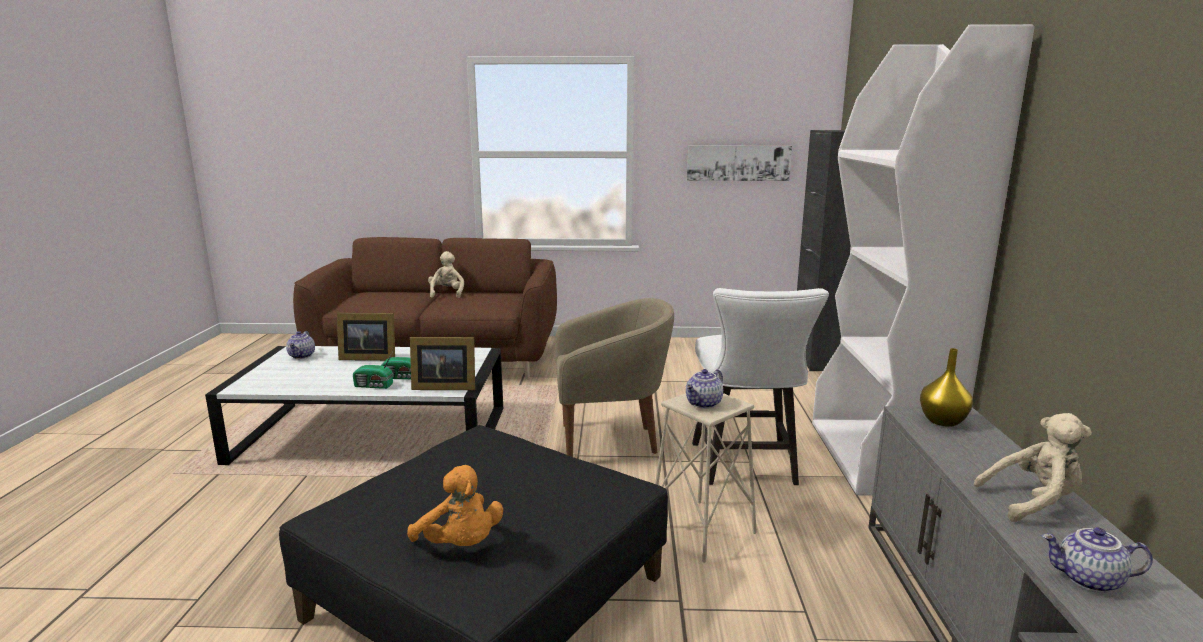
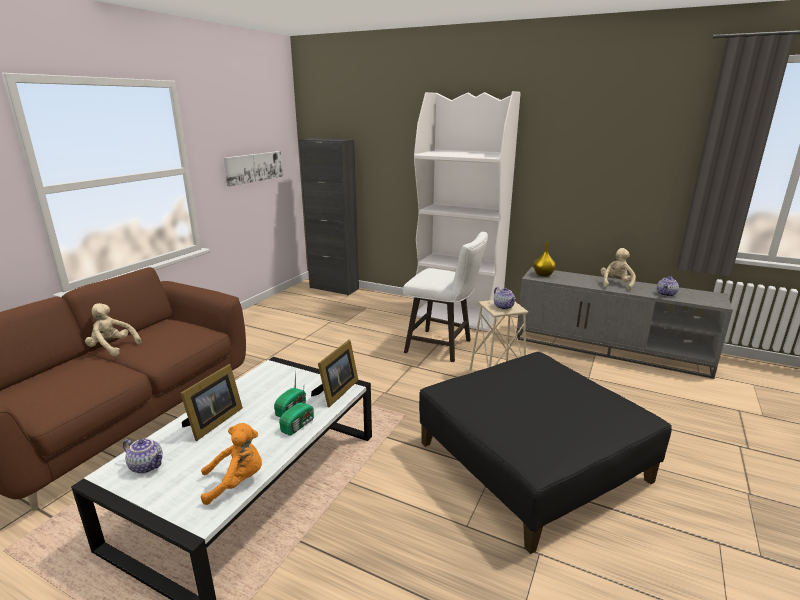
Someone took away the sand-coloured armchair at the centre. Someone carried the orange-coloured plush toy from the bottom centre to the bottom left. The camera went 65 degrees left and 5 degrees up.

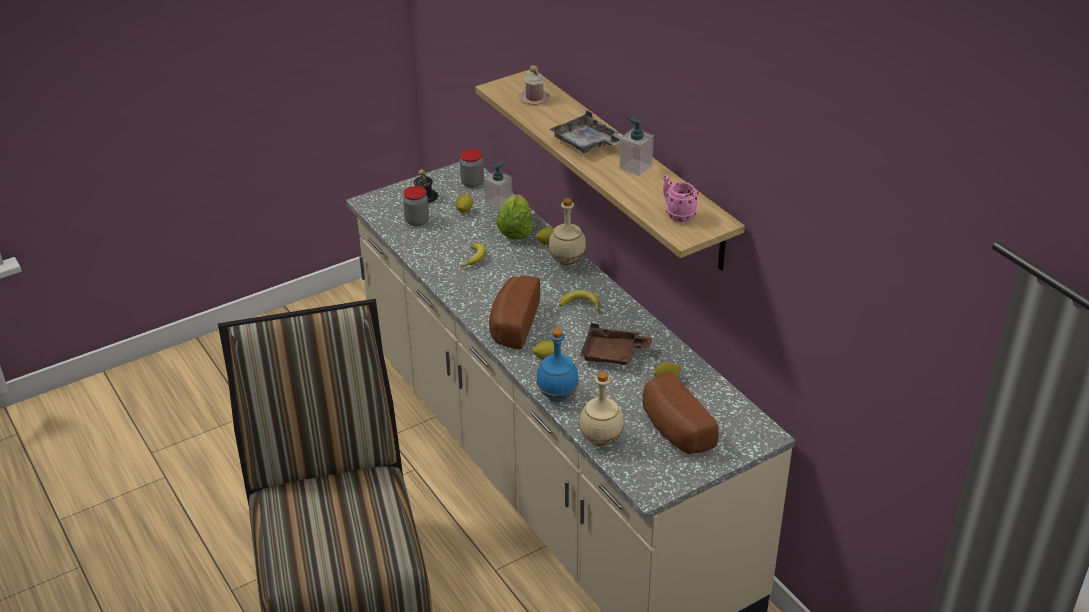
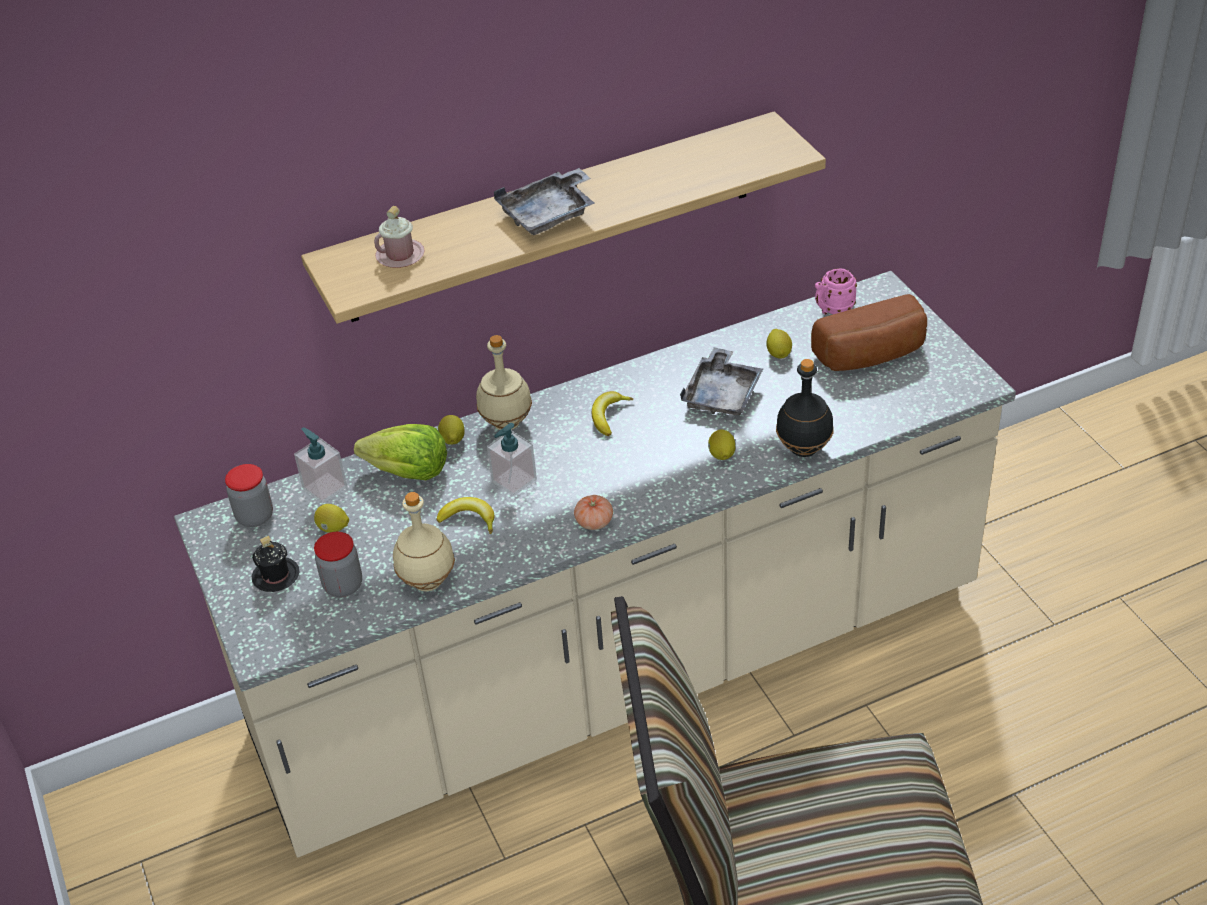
Someone took away the bread (no. 1 from left) at the centre. Someone put down the fresh tomato at the centre. Someone carried the sand-coloured beverage bottle (no. 2 from left in the first image) from the bottom centre to the centre. Someone carried the liquid soap bottle (no. 2 from left) from the top centre to the centre. Someone carried the pinkish coffee mug (no. 2 from left) from the top centre to the top right. Someone repainted the bluish beverage bottle at the centre, which became the black-coloured beverage bottle at the centre. Someone repainted the brown carrying tray at the centre, which became the greyish carrying tray (no. 2 from left) at the centre. The camera went 80 degrees left and 5 degrees up.

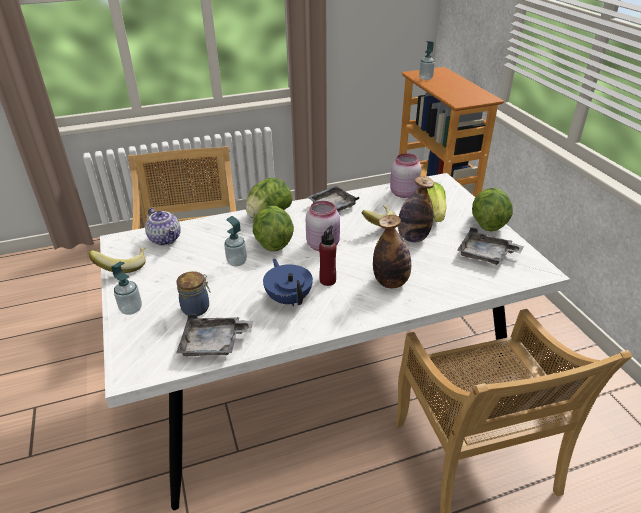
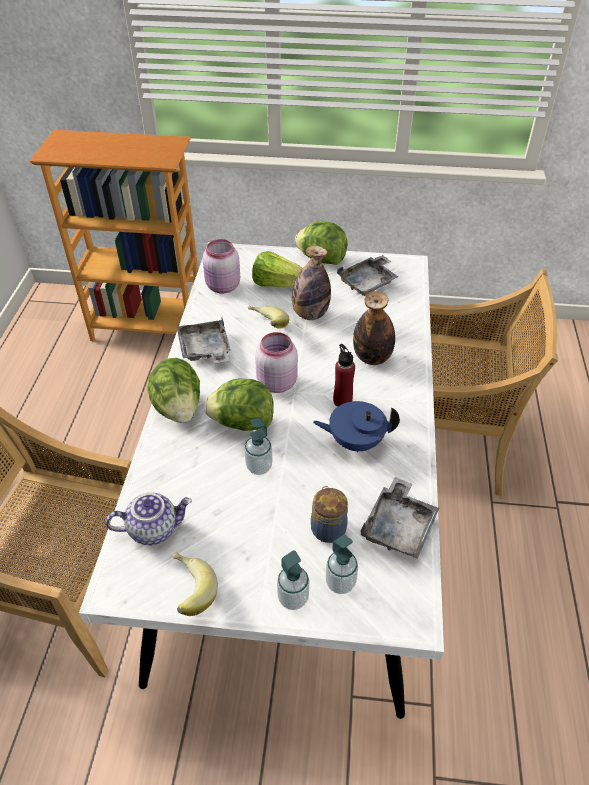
Someone carried the liquid soap bottle (no. 3 from left) from the top centre to the bottom centre. The camera went 65 degrees left and 10 degrees up.

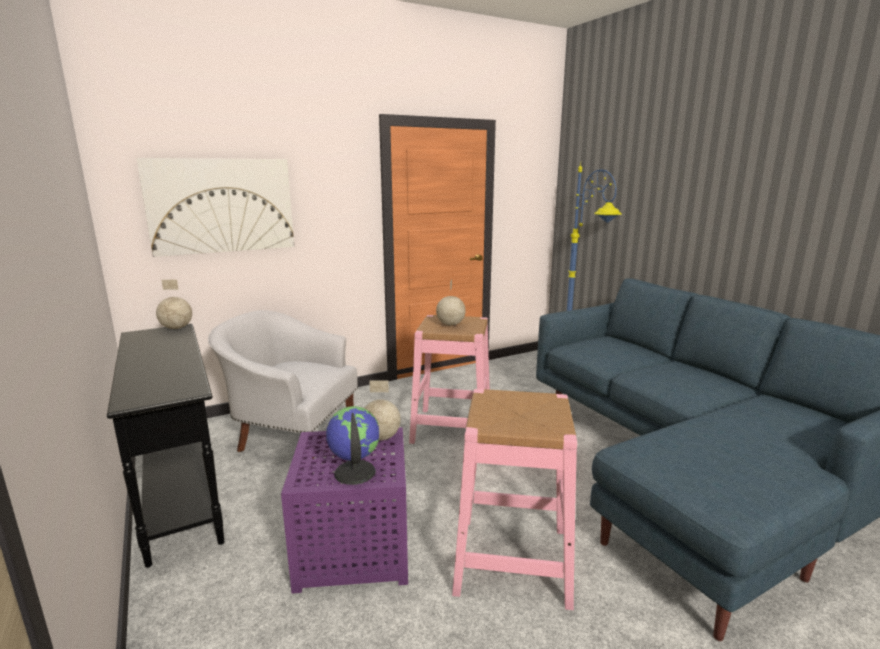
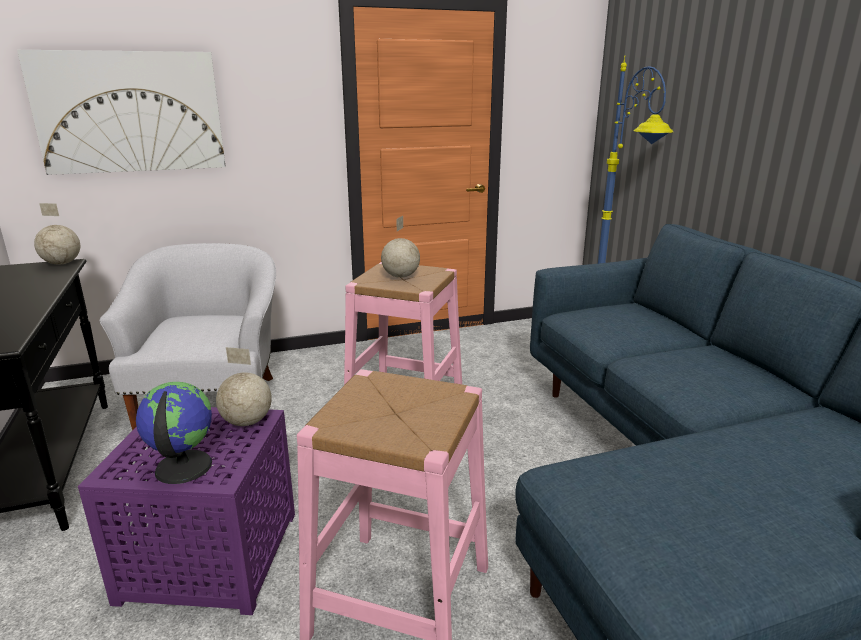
Someone rotated the whitish armchair at the middle left by 60 degrees clockwise. The camera went 10 degrees right and 5 degrees up.

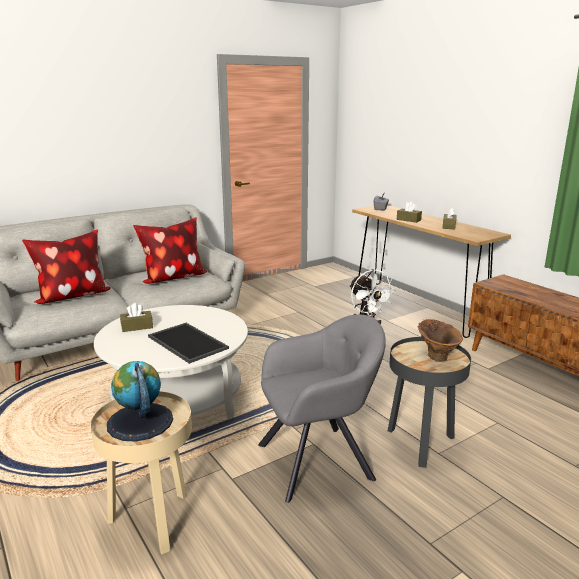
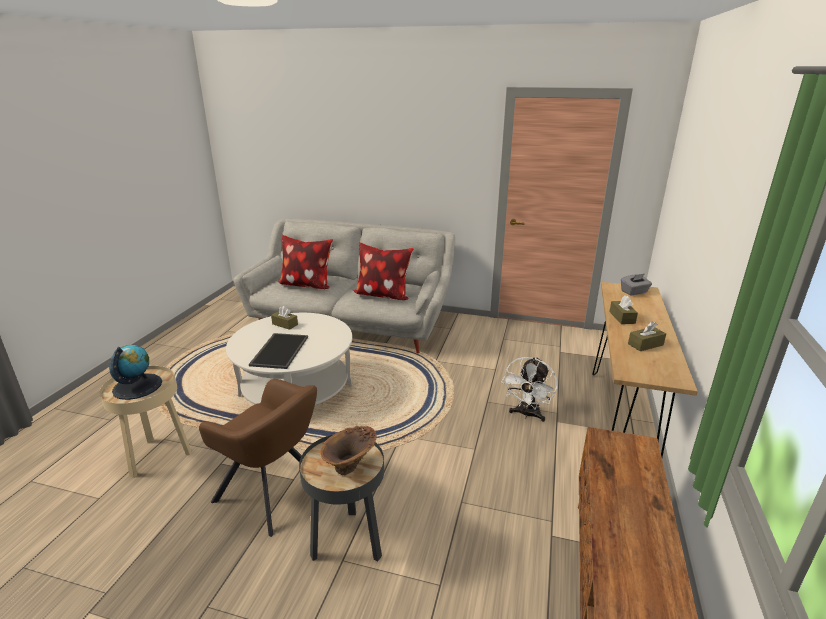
Someone repainted the greyish armchair at the bottom centre, which became the brown armchair at the bottom left. The camera went 50 degrees right and 5 degrees up.

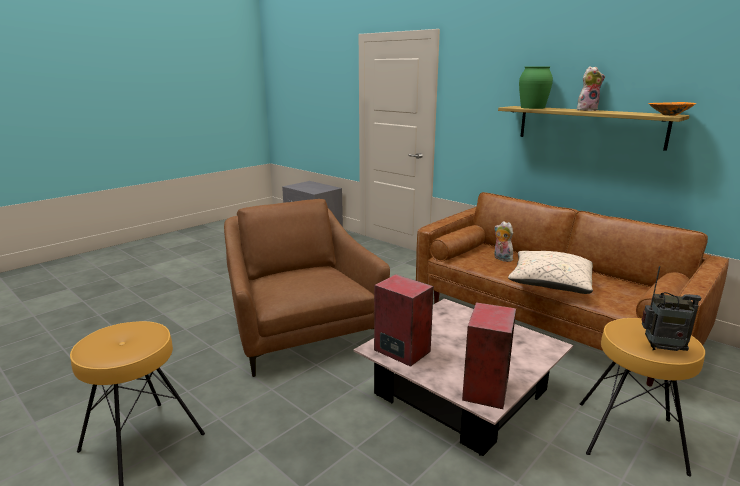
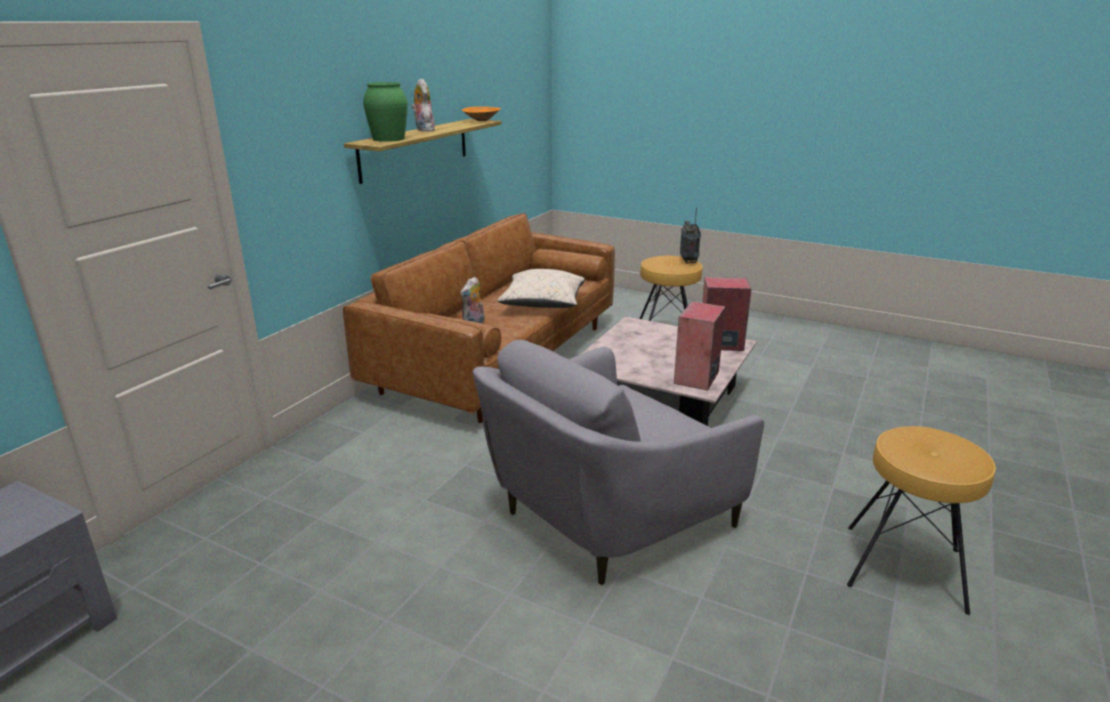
Someone repainted the brown armchair at the centre, which became the greyish armchair at the centre. The camera went 105 degrees left and 5 degrees up.

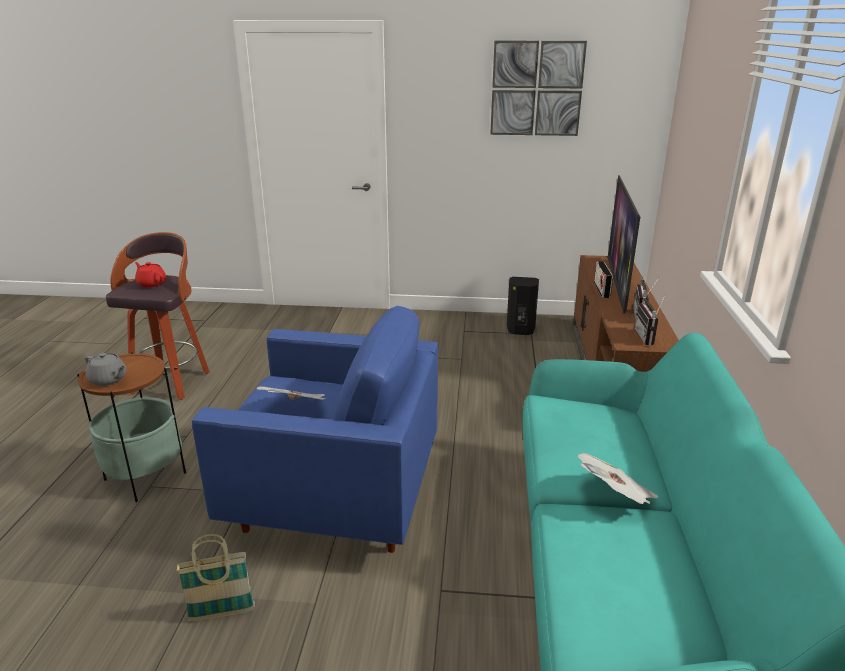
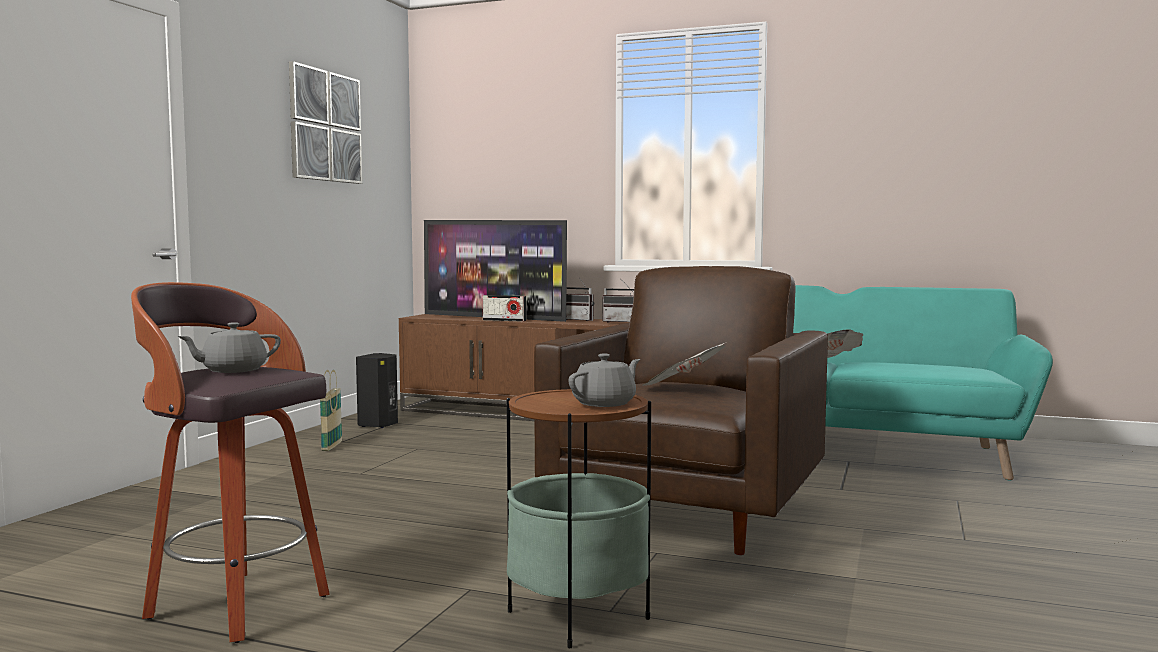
Someone carried the household basket from the bottom left to the middle left. Someone repainted the red-coloured tea pot at the middle left, which became the greyish tea pot (no. 1 from left) at the middle left. Someone repainted the bluish armchair at the centre, which became the brown armchair at the centre. The camera went 75 degrees left and 20 degrees down.

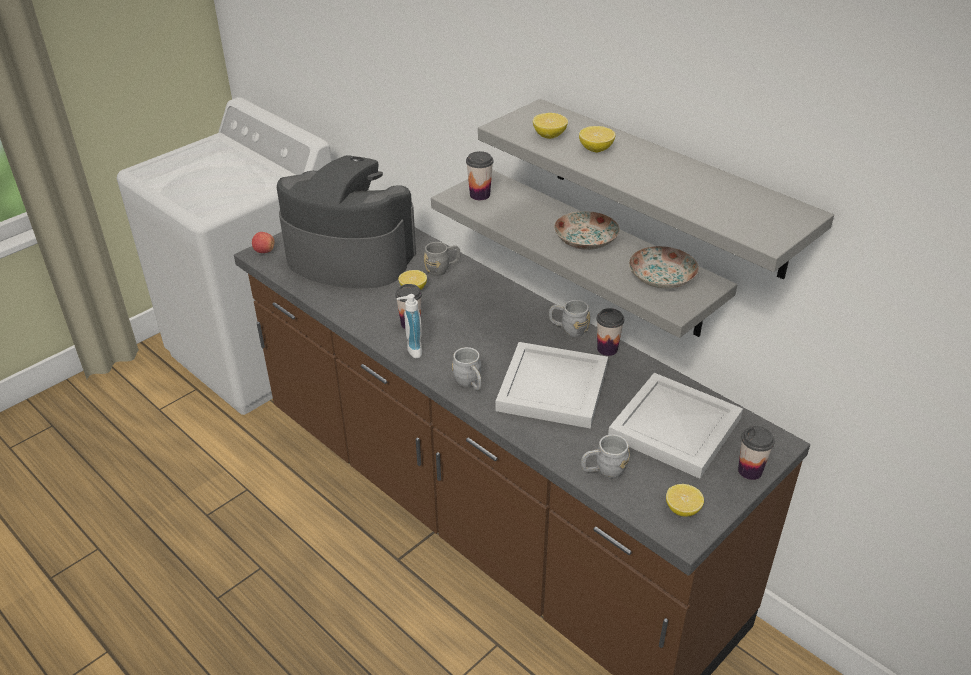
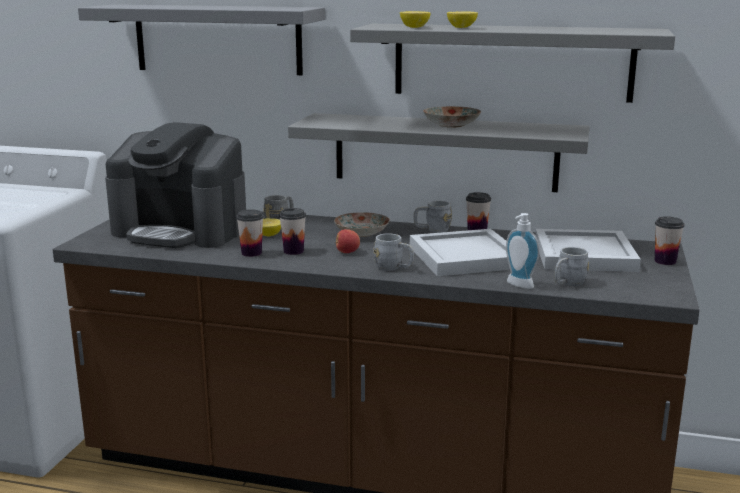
Someone took away the lemon (no. 4 from left) at the bottom right. Someone put up the greyish bracket shelf (no. 1 from left) at the top left. Someone carried the apple from the middle left to the centre. Someone carried the liquid soap bottle from the centre to the middle right. Someone carried the drinking cup (no. 2 from left in the first image) from the top centre to the centre. Someone carried the dinner plate (no. 2 from left in the first image) from the middle right to the centre. Someone rotated the coffee maker at the top centre by 150 degrees counterclockwise. The camera went 30 degrees left and 20 degrees down.

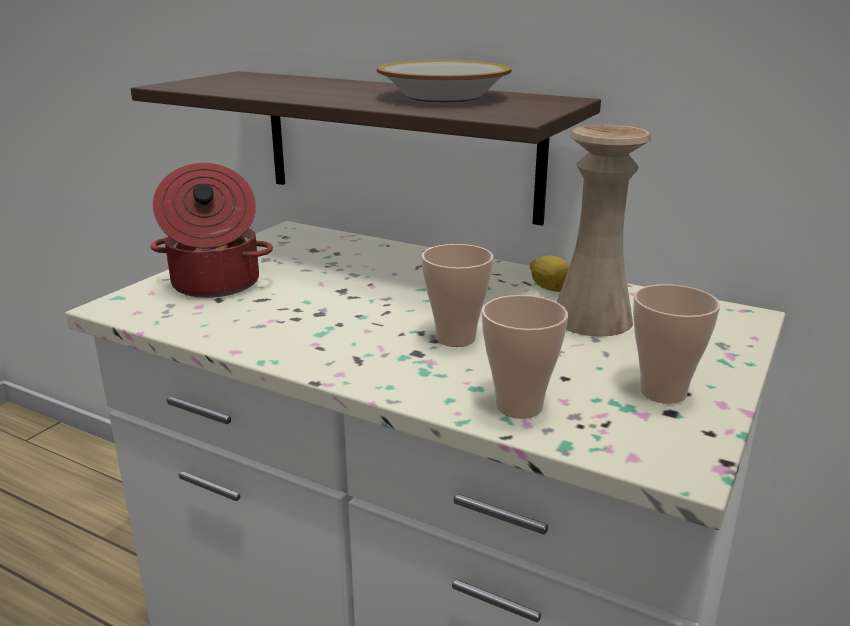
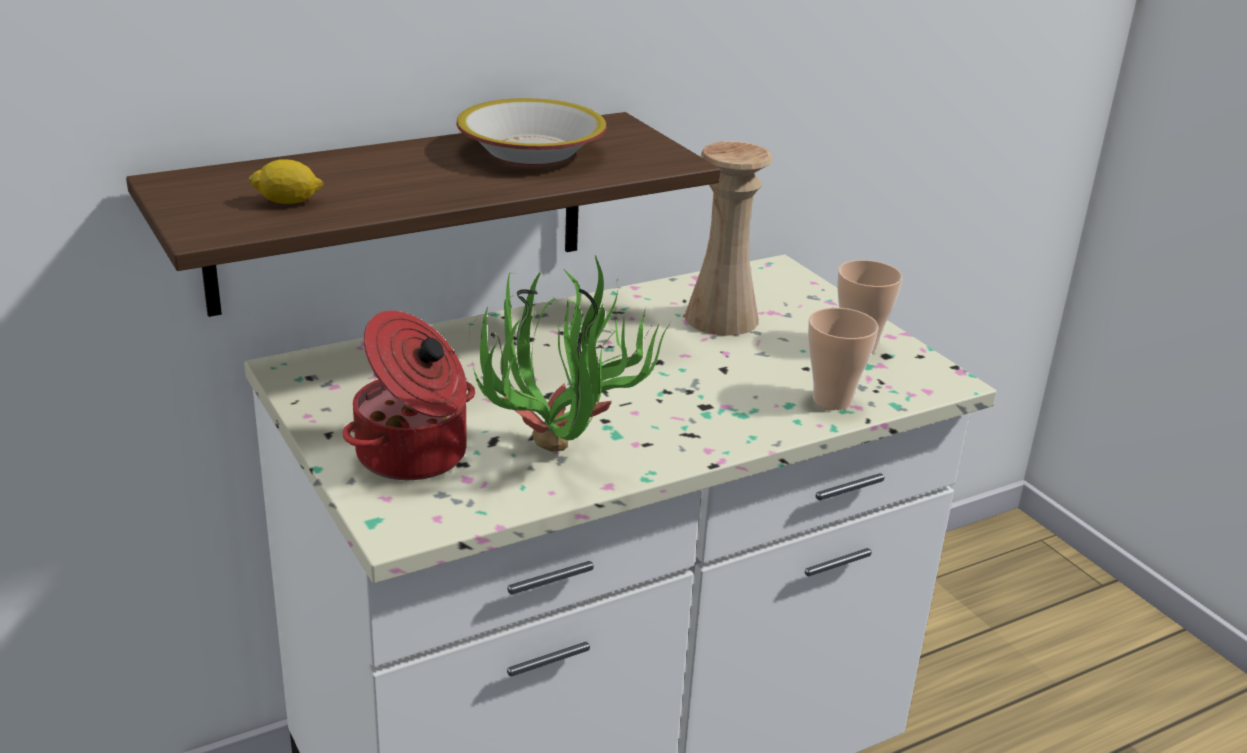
Someone took away the drinking cup (no. 1 from left) at the centre. Someone put down the plant in a pot at the centre. Someone carried the lemon from the centre to the top left. The camera went 60 degrees left and 5 degrees up.

